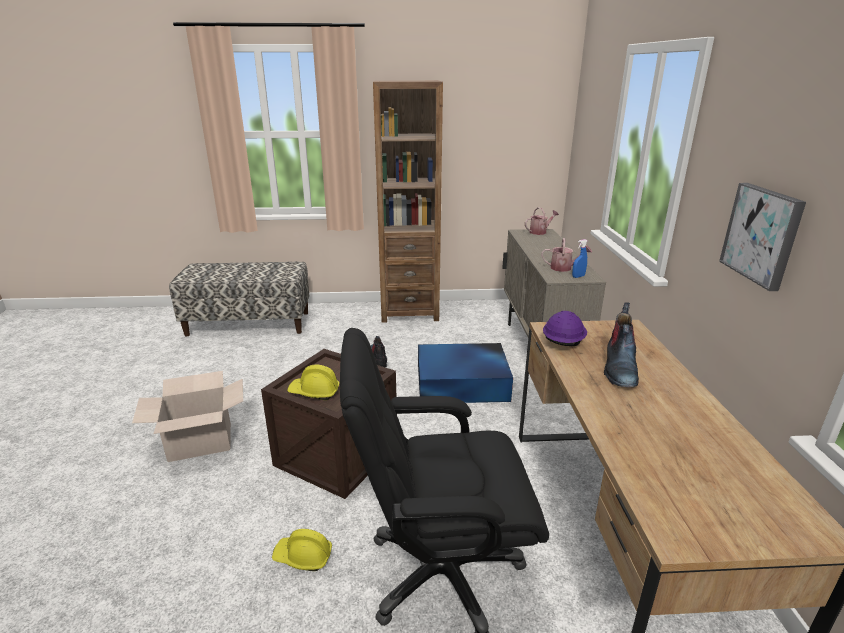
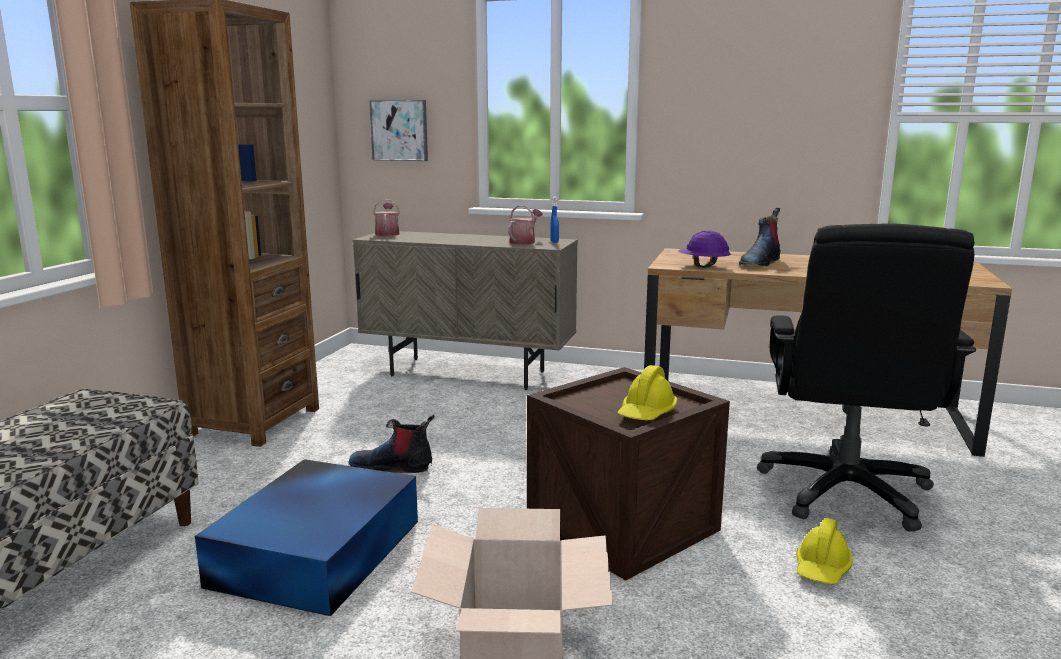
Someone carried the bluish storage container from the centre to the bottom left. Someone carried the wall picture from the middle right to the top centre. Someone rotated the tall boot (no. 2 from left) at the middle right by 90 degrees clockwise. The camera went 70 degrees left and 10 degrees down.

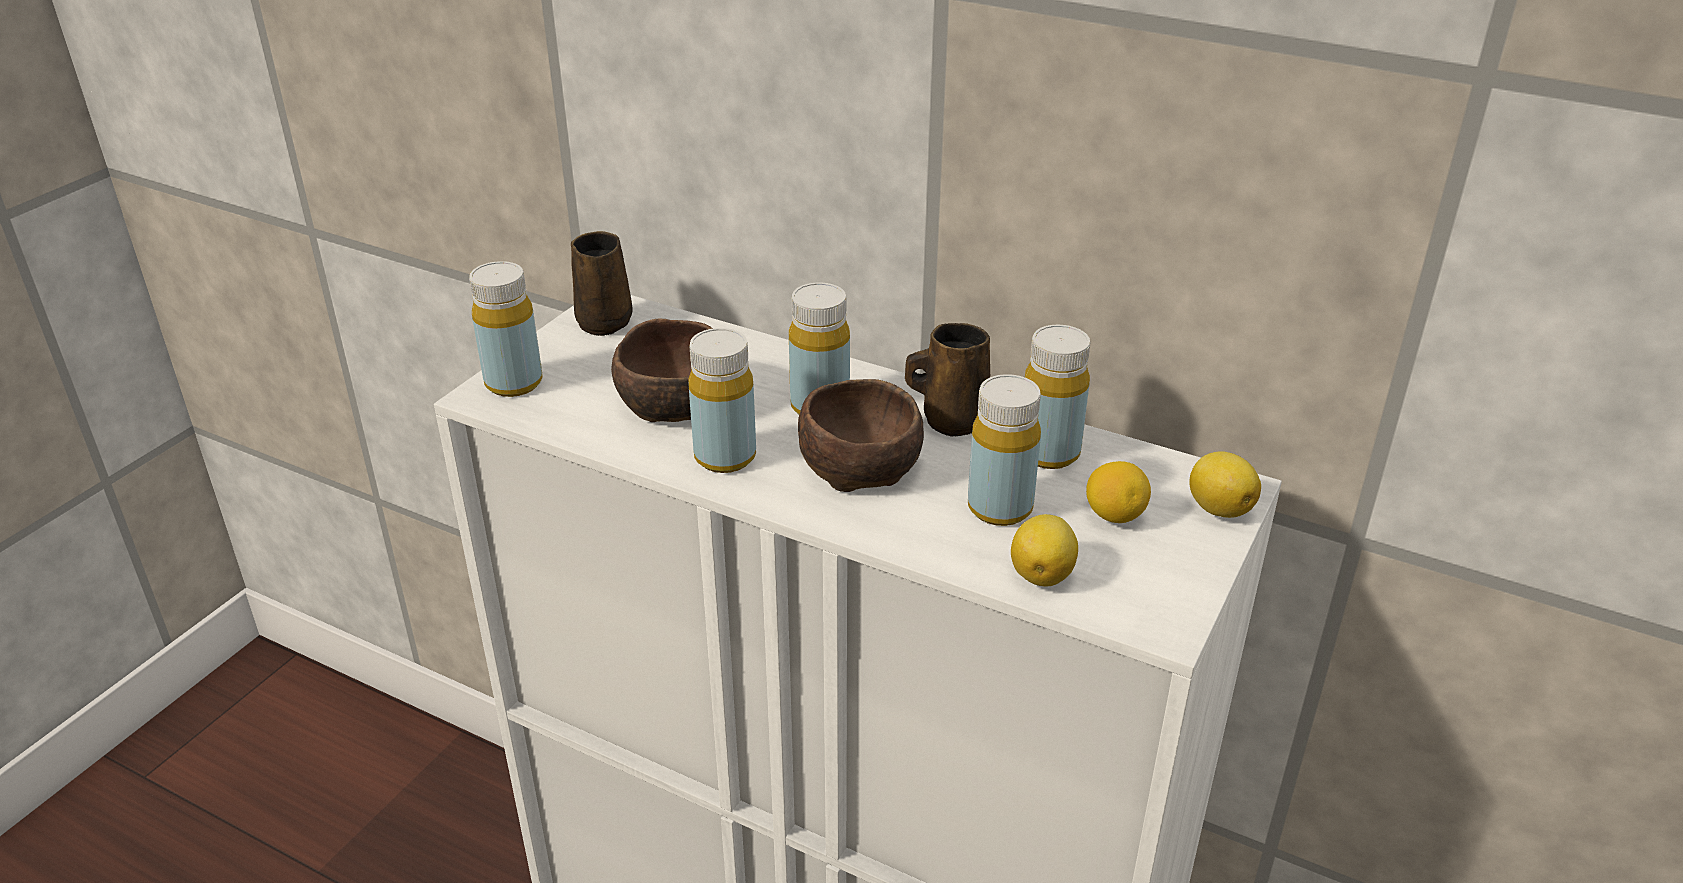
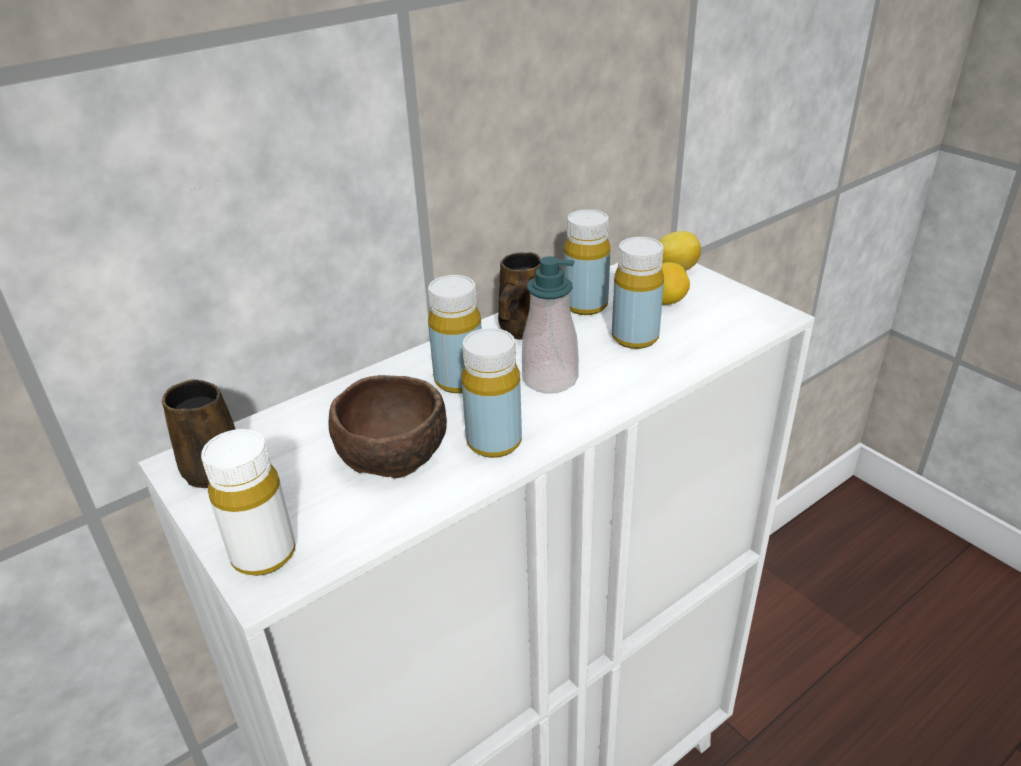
Someone took away the lemon (no. 1 from left) at the centre. Someone swapped the brown serving bowl (no. 2 from left) at the centre for the liquid soap bottle at the centre. Someone repainted the yellow-coloured beverage bottle (no. 1 from left) at the middle left, which became the whitish beverage bottle at the middle left. The camera went 65 degrees left and 0 degrees up.

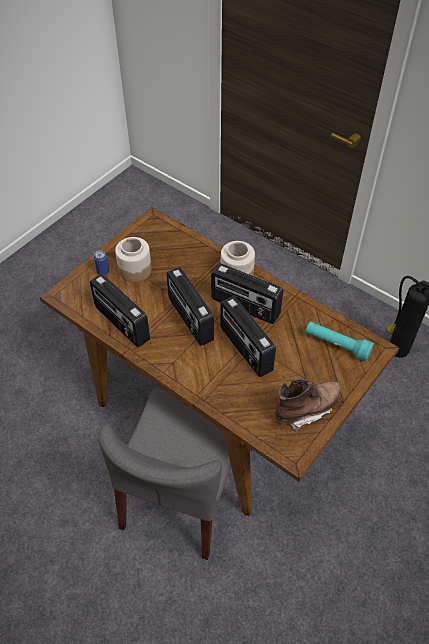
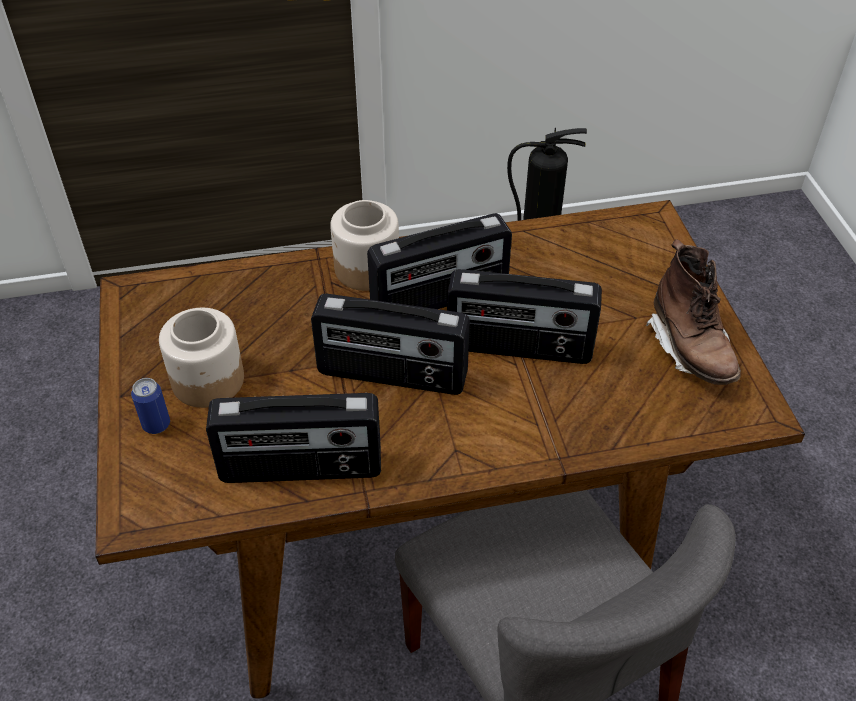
Someone took away the turquoise-coloured flashlight at the middle right. Someone rotated the brown tall boot at the middle right by 150 degrees clockwise. The camera went 50 degrees left and 5 degrees down.

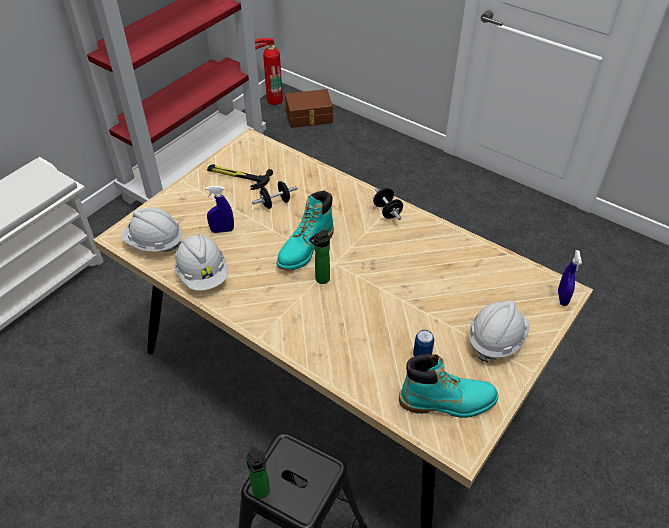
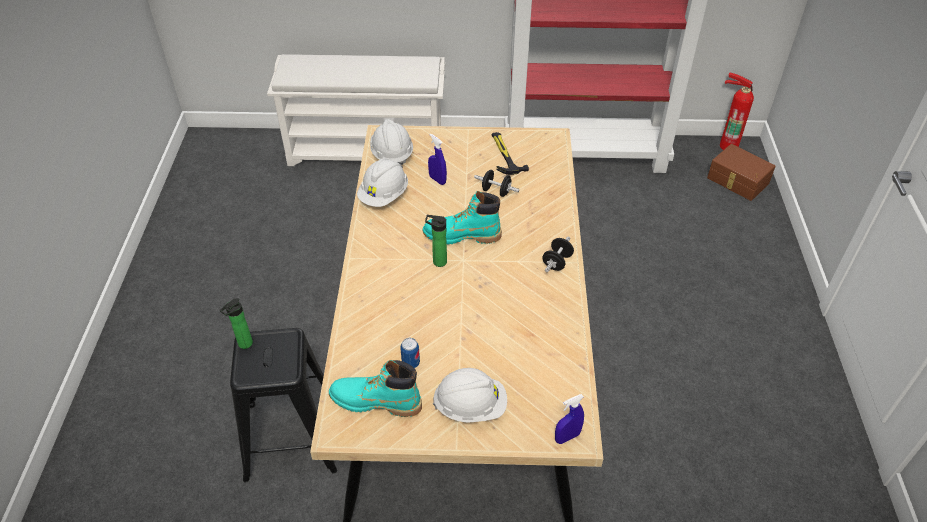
Someone rotated the turquoise-coloured tall boot (no. 2 from left in the first image) at the bottom right by 135 degrees clockwise. The camera went 55 degrees right and 0 degrees up.

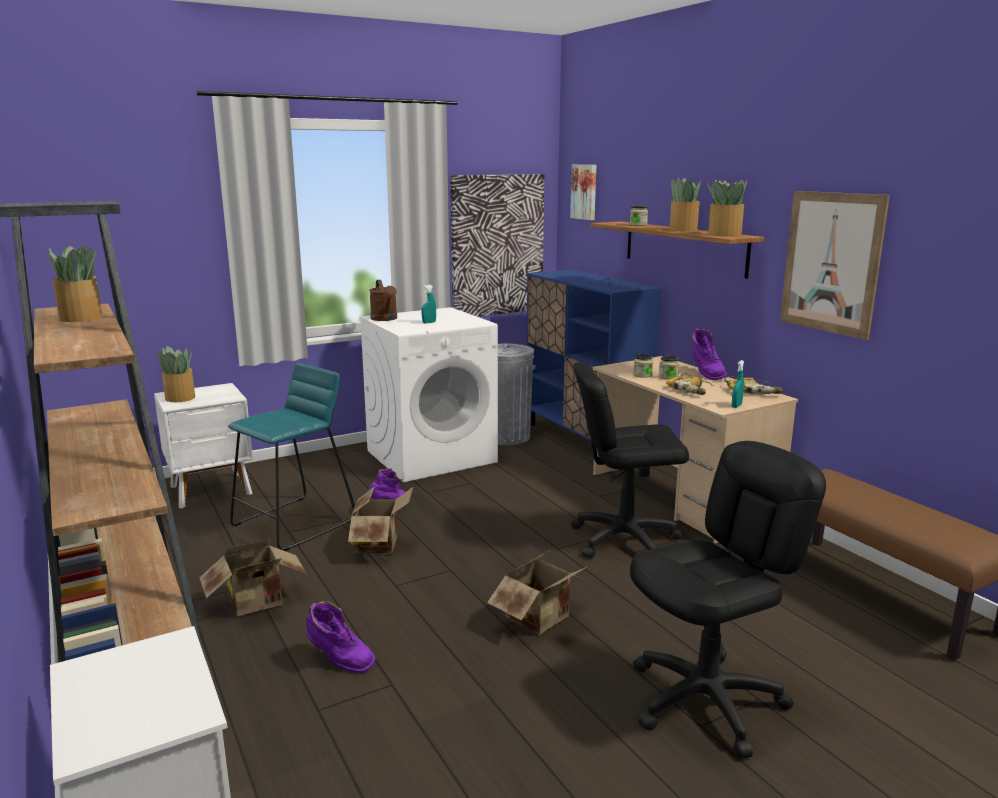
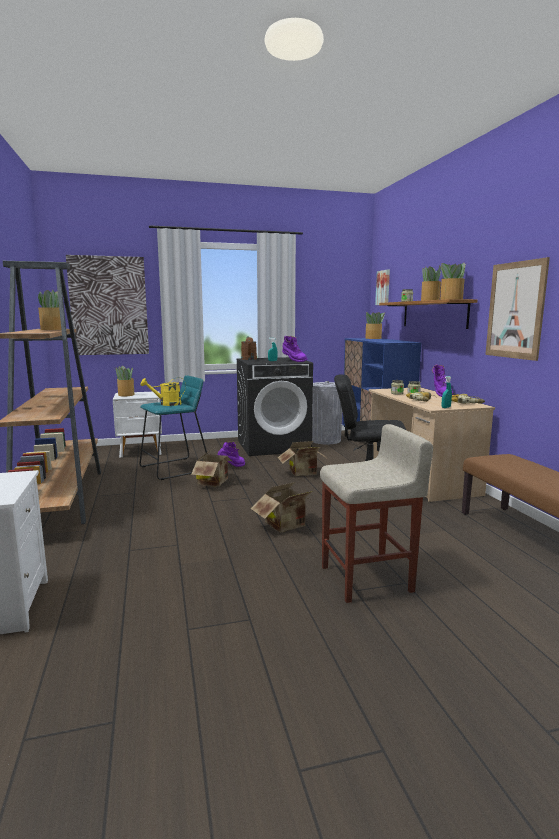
Someone put down the yellow-coloured sprinkling can at the middle left. Someone put down the plant in a pot (no. 3 from left) at the middle right. Someone carried the carton (no. 1 from left in the first image) from the bottom left to the centre. Someone carried the purple-coloured tall boot (no. 1 from left in the first image) from the bottom centre to the centre. Someone carried the wall picture (no. 1 from left) from the top centre to the middle left. Someone swapped the black-coloured computer chair (no. 2 from left) at the bottom right for the sand-coloured stool at the middle right. Someone repainted the whitish laundry appliance at the centre, which became the black-coloured laundry appliance at the centre. The camera went 15 degrees right and 5 degrees down.

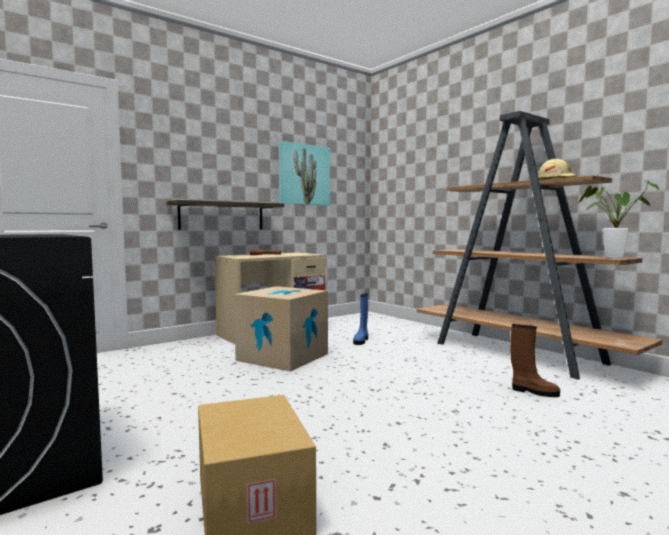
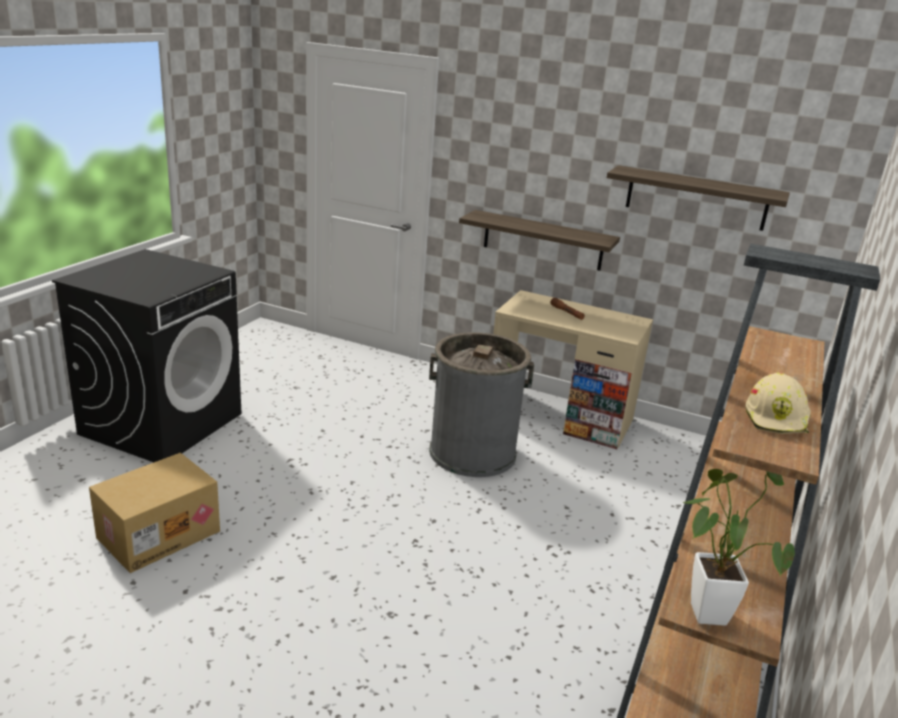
Someone took away the bluish tall boot at the centre. Someone took away the brown tall boot at the bottom right. Someone swapped the carton (no. 2 from left) at the centre for the greyish rubbish bin at the centre. Someone swapped the wall picture at the top centre for the bracket shelf (no. 2 from left) at the top right. The camera went 60 degrees right and 20 degrees up.

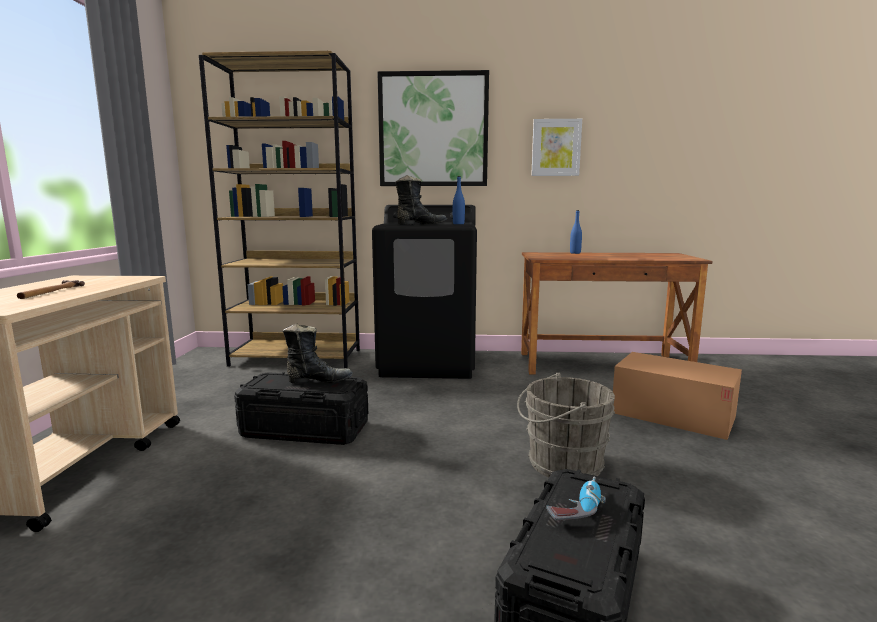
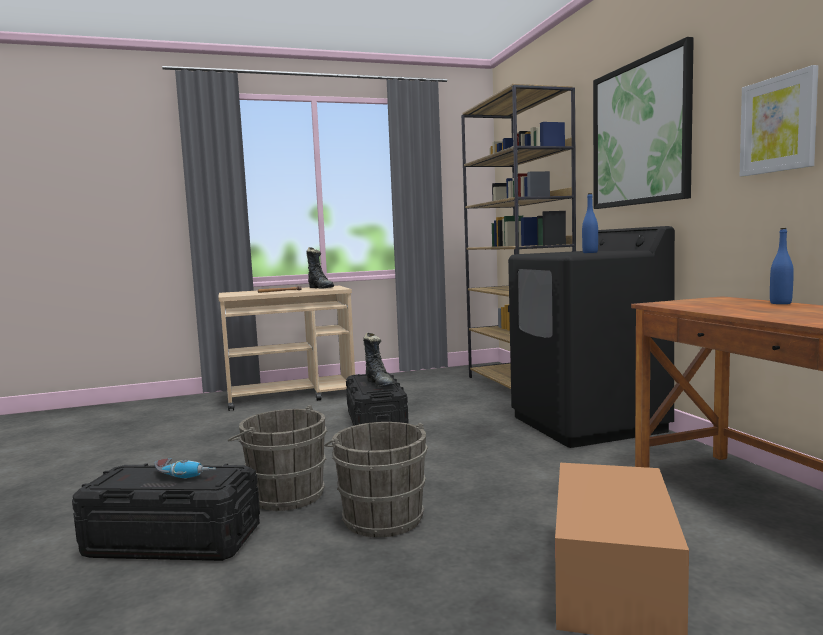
Someone put down the greyish pail (no. 1 from left) at the bottom centre. Someone carried the black-coloured tall boot (no. 2 from left in the first image) from the top centre to the centre. The camera went 70 degrees right and 5 degrees down.

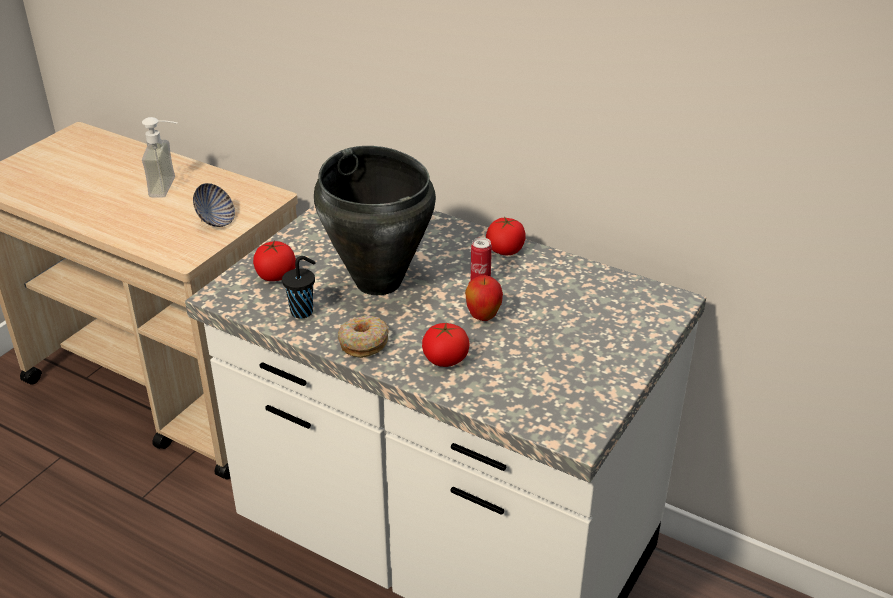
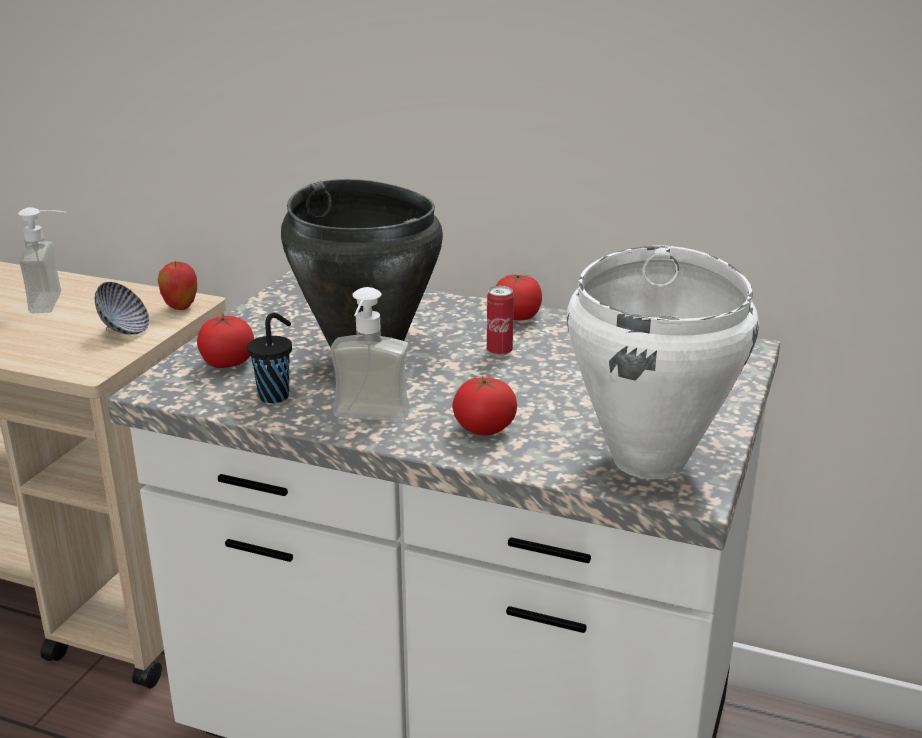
Someone put down the whitish cooking pot at the middle right. Someone carried the apple from the centre to the middle left. Someone swapped the donut at the centre for the liquid soap bottle (no. 2 from left) at the centre. The camera went 10 degrees left and 10 degrees down.

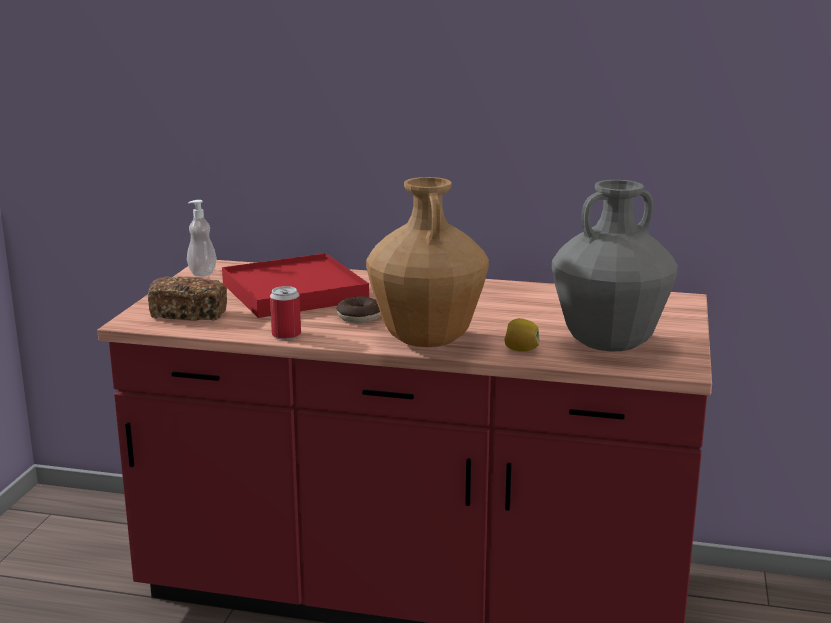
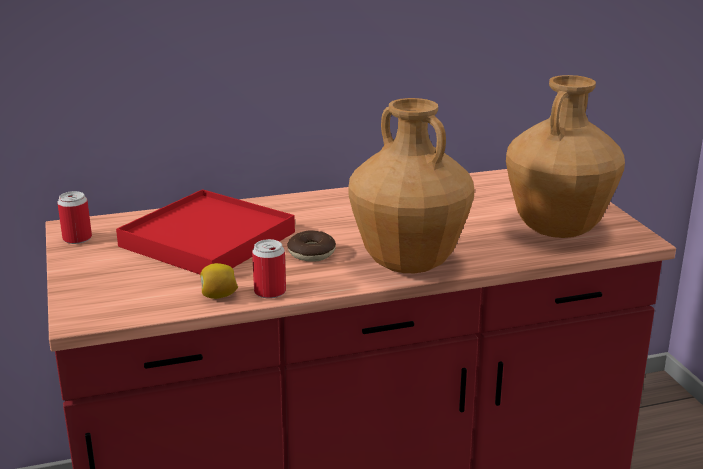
Someone took away the bread at the middle left. Someone carried the lemon from the centre to the middle left. Someone swapped the liquid soap bottle at the middle left for the can (no. 1 from left) at the middle left. Someone repainted the greyish decorative vase at the middle right, which became the brown decorative vase (no. 2 from left) at the top right. The camera went 30 degrees left and 5 degrees up.

